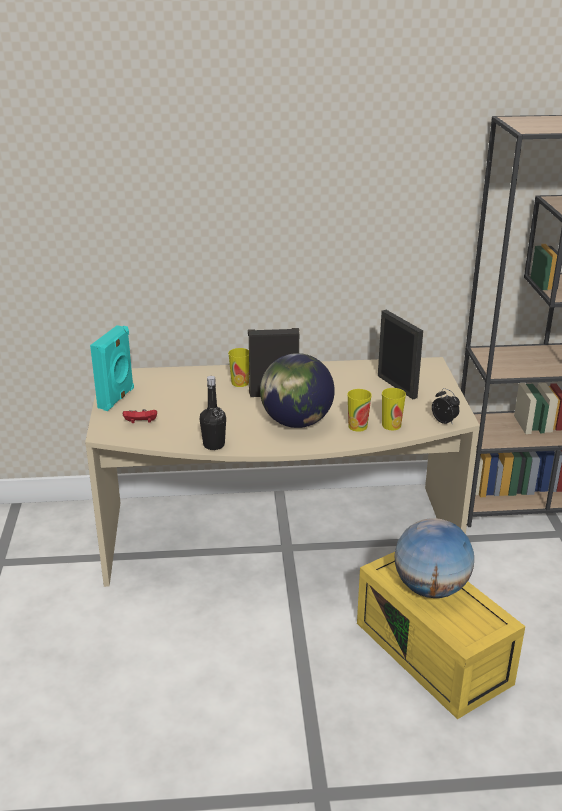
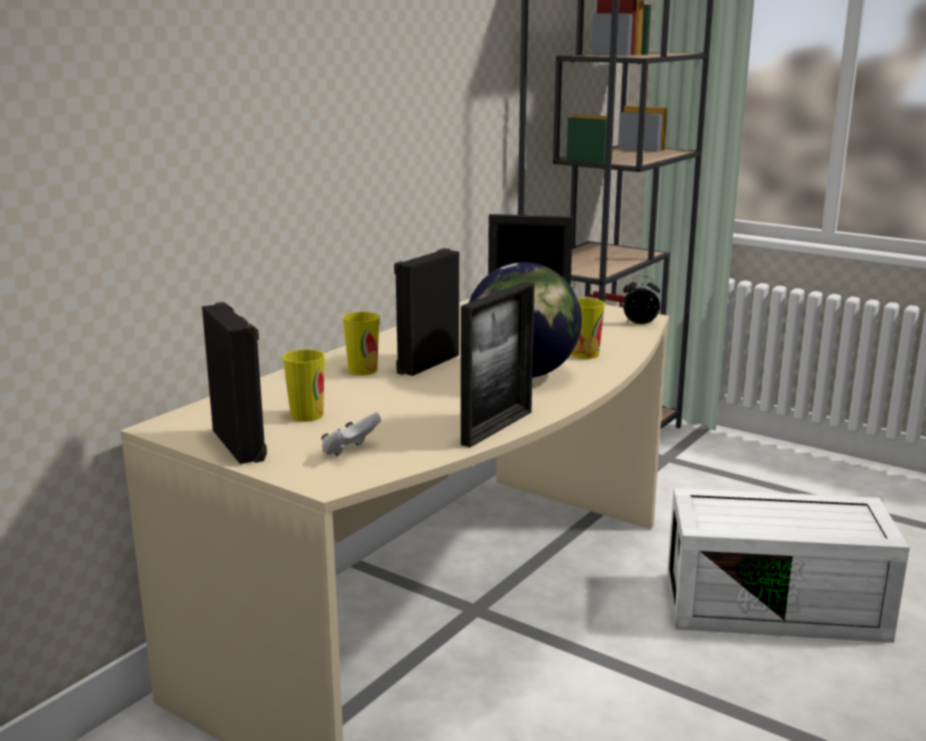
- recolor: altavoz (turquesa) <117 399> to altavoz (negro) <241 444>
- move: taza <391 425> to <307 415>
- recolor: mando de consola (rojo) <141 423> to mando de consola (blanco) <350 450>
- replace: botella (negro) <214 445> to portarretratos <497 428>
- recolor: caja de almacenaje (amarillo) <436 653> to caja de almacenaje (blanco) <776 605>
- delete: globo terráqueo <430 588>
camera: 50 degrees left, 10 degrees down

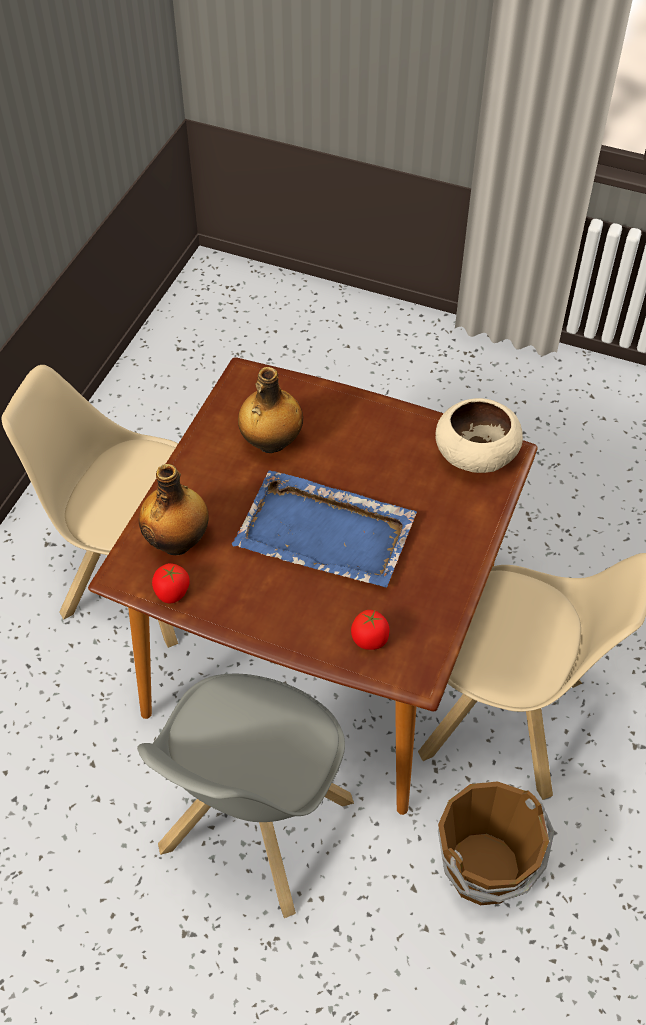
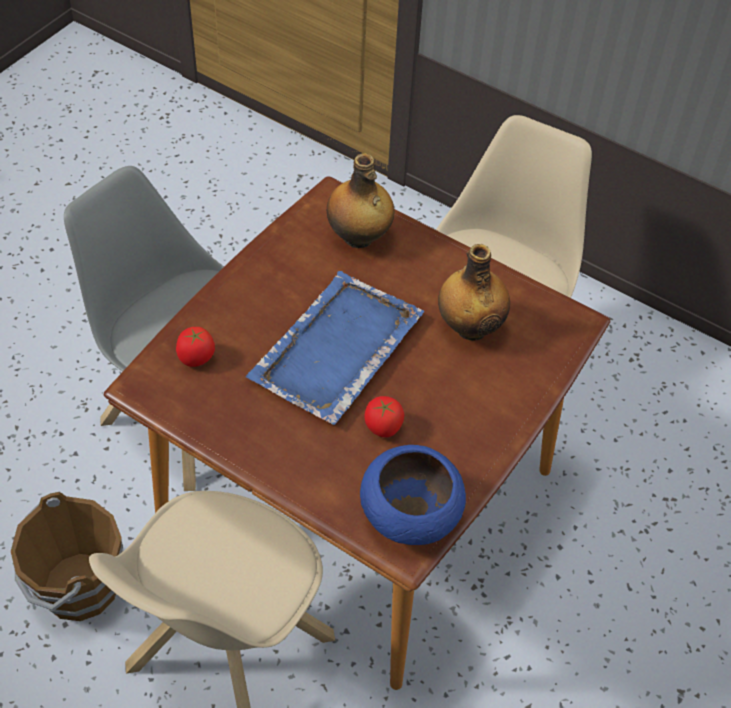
- recolor: cuenco (beis) <475 454> to cuenco (azul) <411 513>
- move: tomate <172 593> to <382 427>
camera: 100 degrees right, 0 degrees up

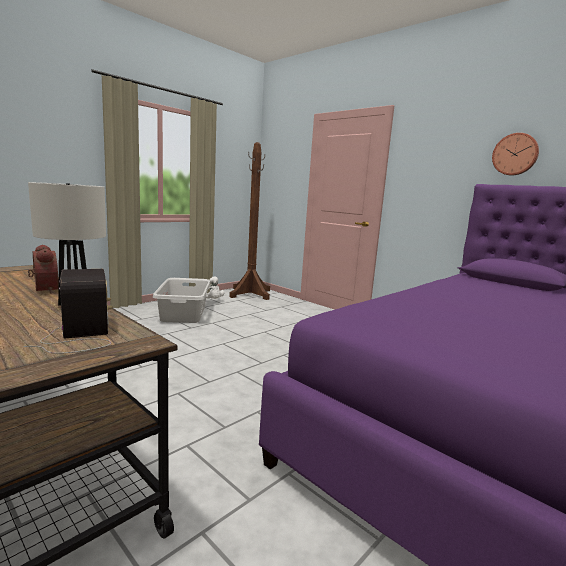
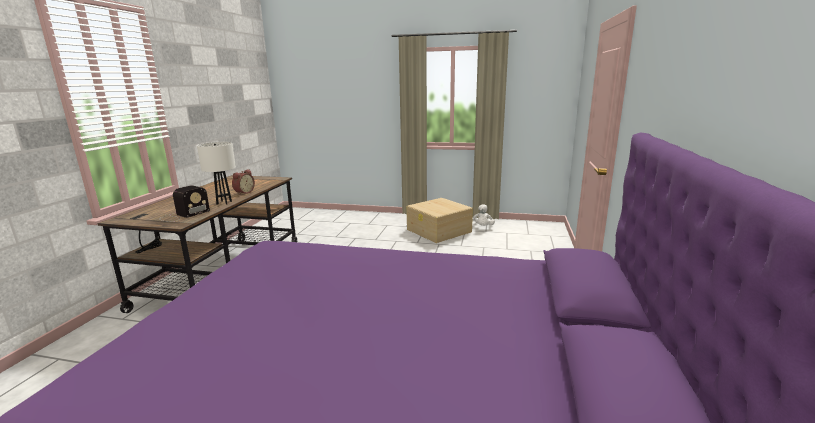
- replace: cesto de la ropa (gris) <184 313> to caja de almacenaje (beis) <439 230>
- delete: perchero (marrón) <250 294>
- delete: reloj de pared <515 154>
camera: 60 degrees right, 5 degrees up

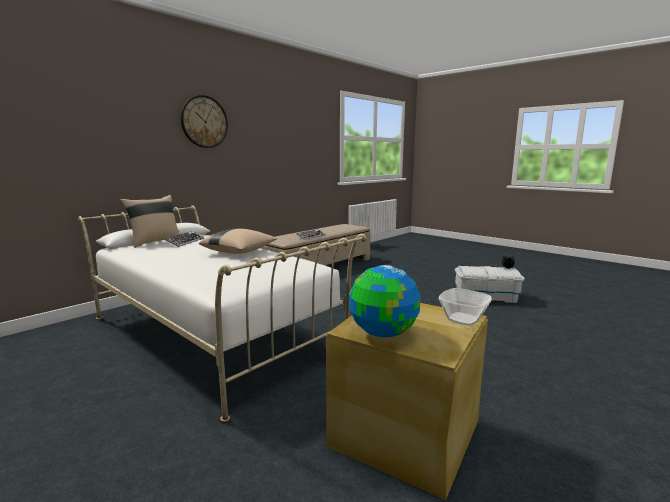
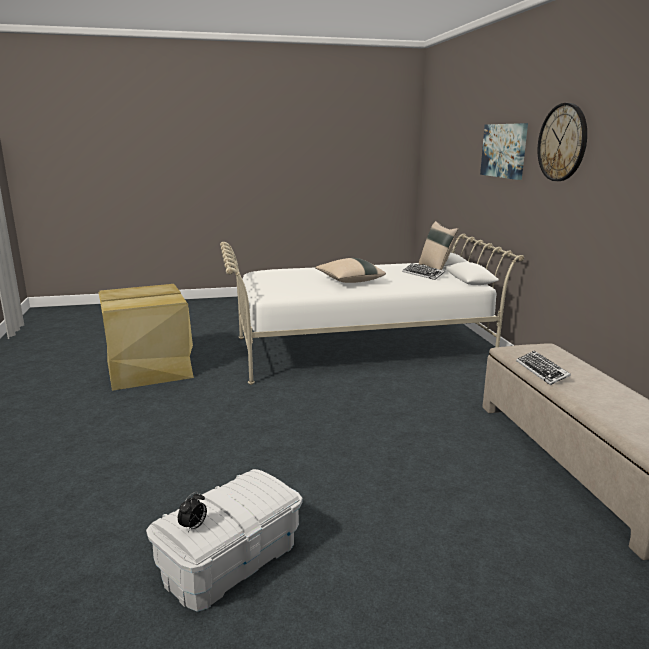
- insert: cuadro <504 150>
- delete: globo terráqueo <383 333>
- delete: cuenco <462 319>
camera: 125 degrees right, 5 degrees up

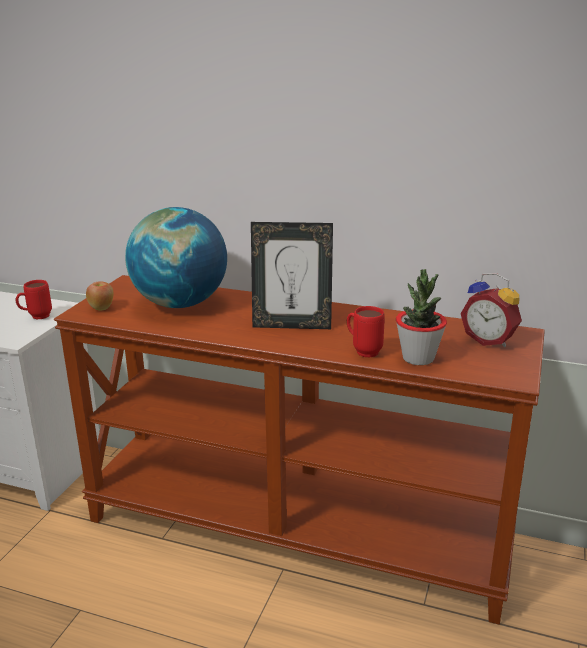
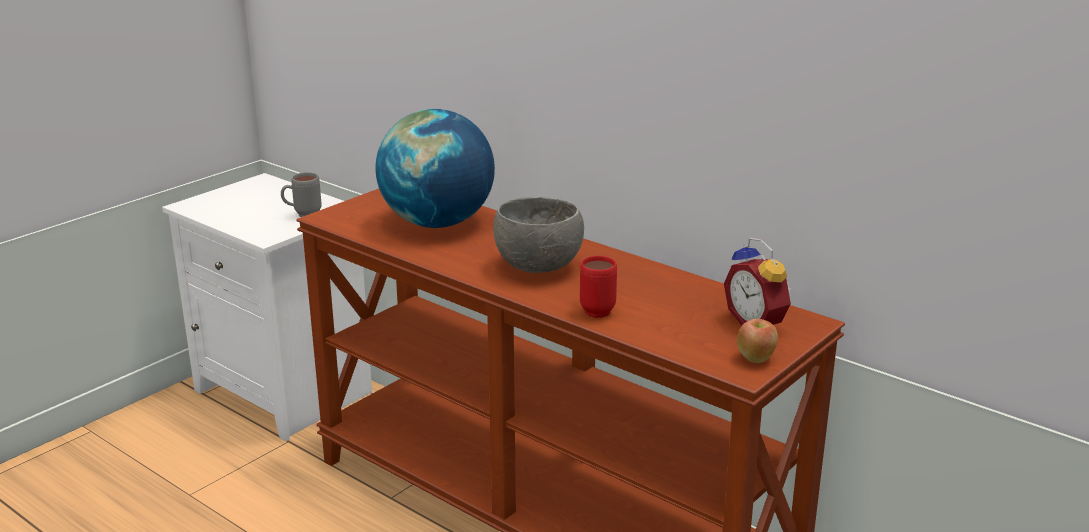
- recolor: taza grande (rojo) <36 317> to taza grande (gris) <302 215>
- replace: portarretratos <292 325> to cuenco (gris) <540 267>
- move: manzana <102 308> to <756 358>
- delete: planta en maceta <418 358>
camera: 20 degrees right, 0 degrees up

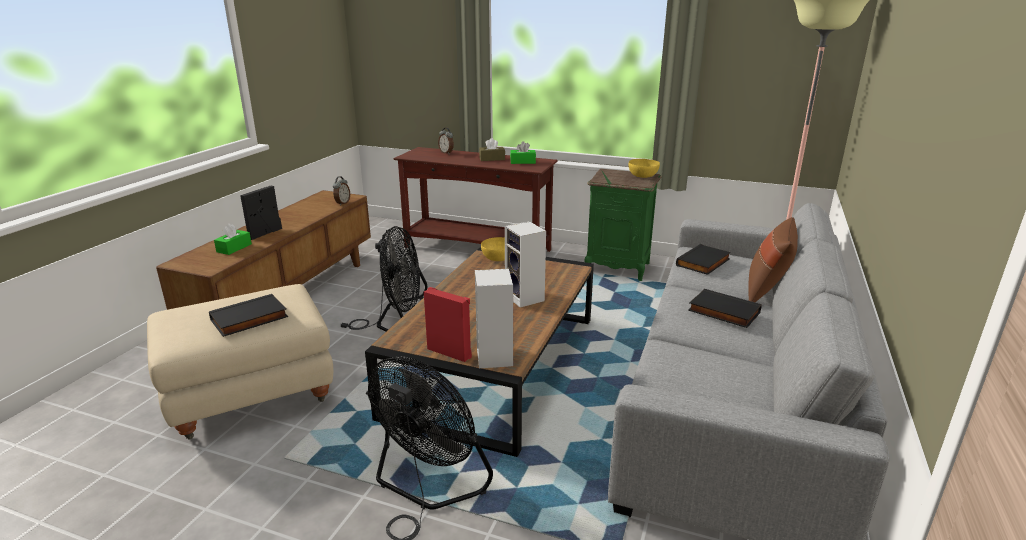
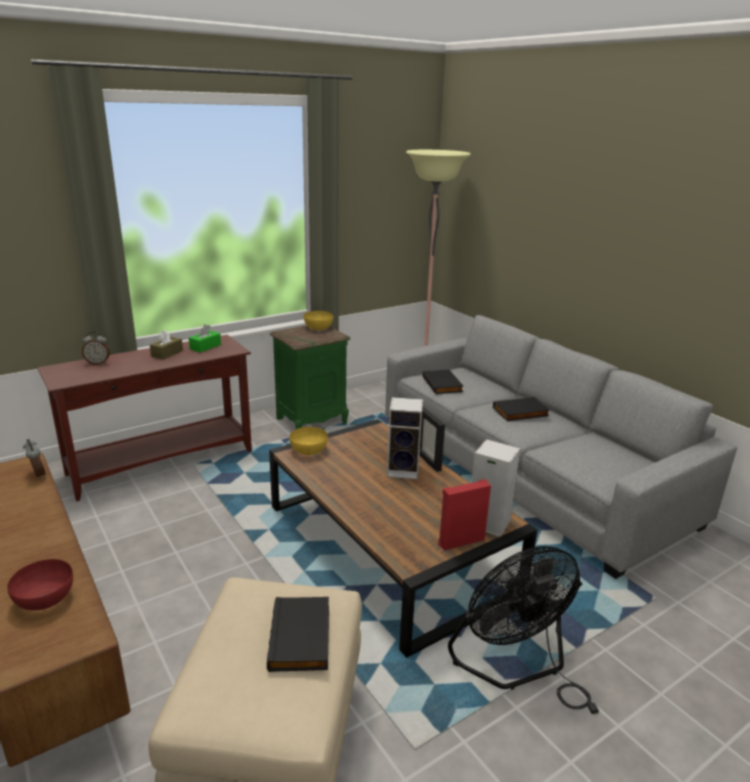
- replace: caja de pañuelos (verde) <234 248> to cuenco (rojo) <45 599>
- move: portarretratos <265 233> to <429 461>
- delete: ventilador (negro) <395 318>
- delete: cojín (marrón) <766 292>
camera: 55 degrees left, 0 degrees up

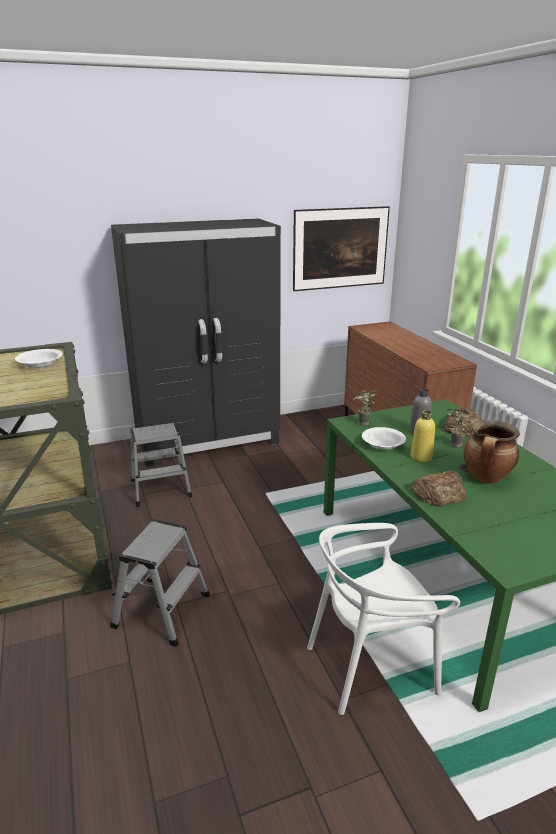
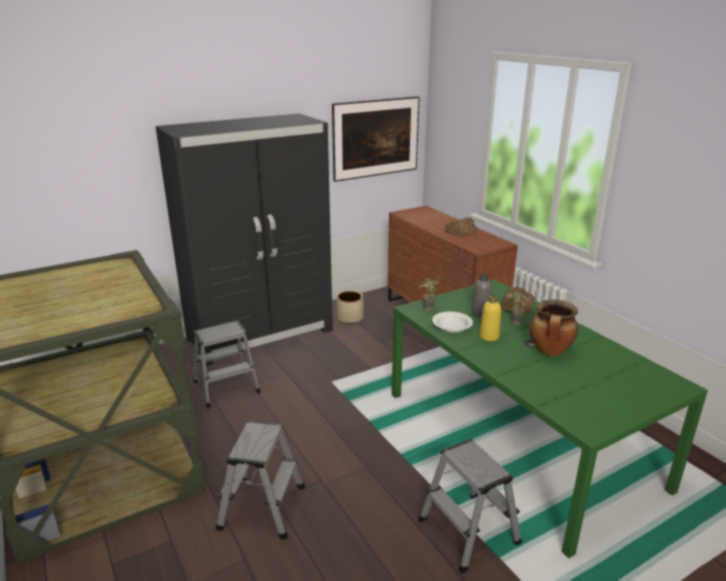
- insert: maceta (beis) <349 317>
- replace: silla (blanco) <370 665> to escalera de tijera (gris) <468 531>
- move: pan <439 493> to <461 231>
- delete: cuenco (blanco) <40 364>
camera: 10 degrees left, 0 degrees up

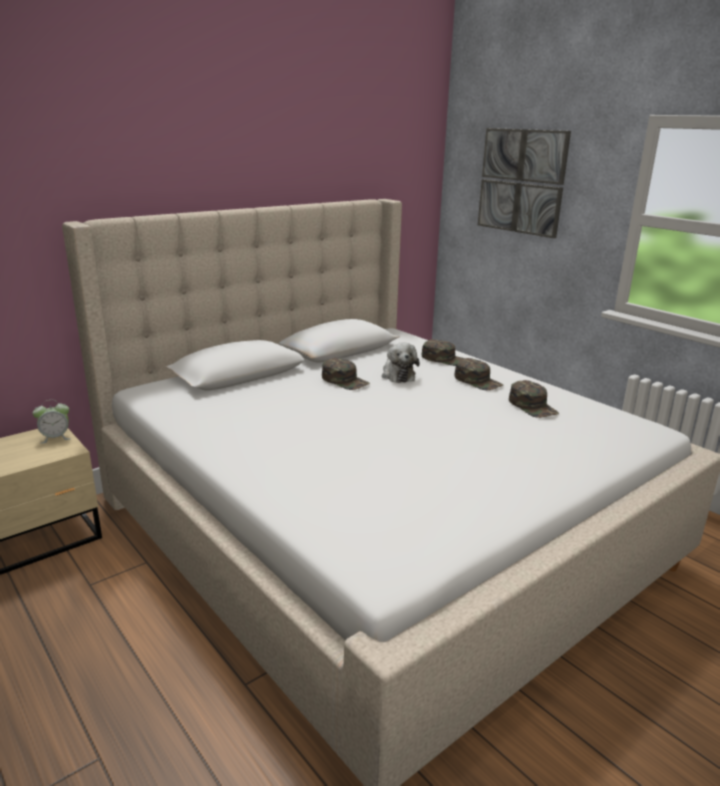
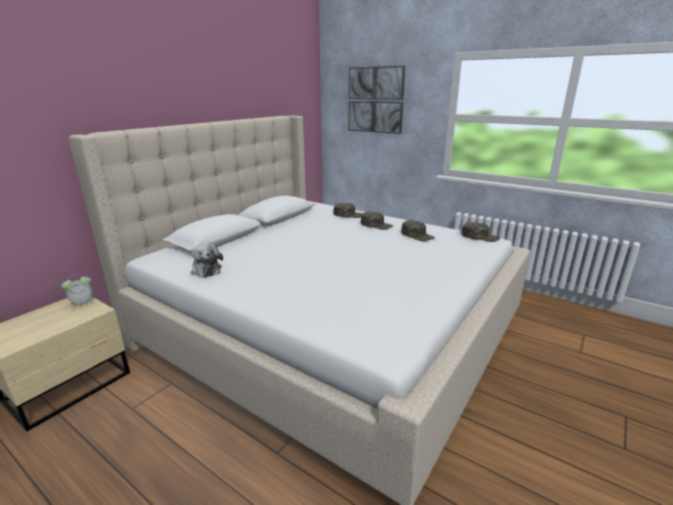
- move: peluche <397 375> to <206 269>
- move: gorra (verde) <345 381> to <480 236>
camera: 15 degrees left, 0 degrees up

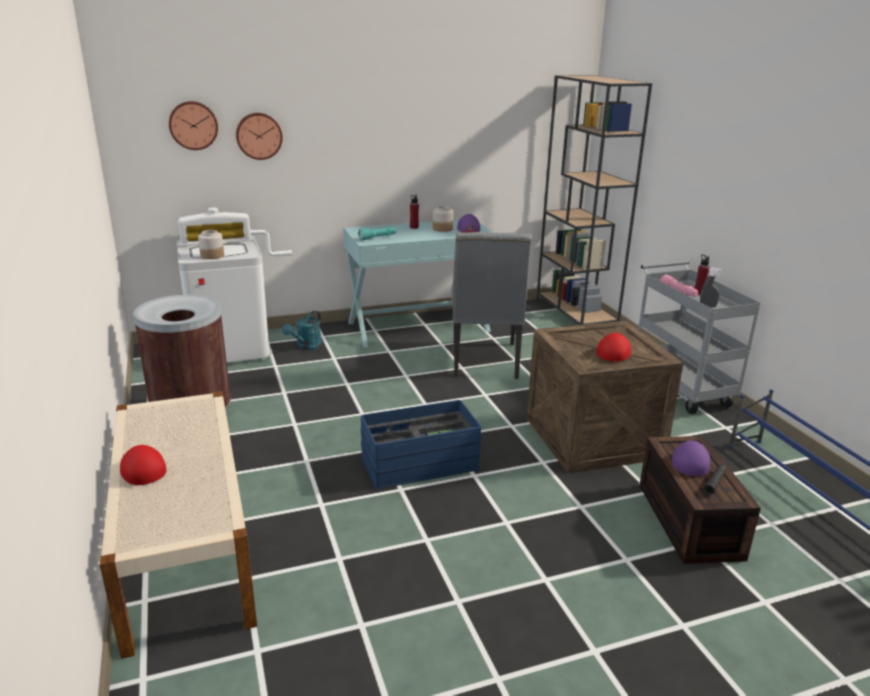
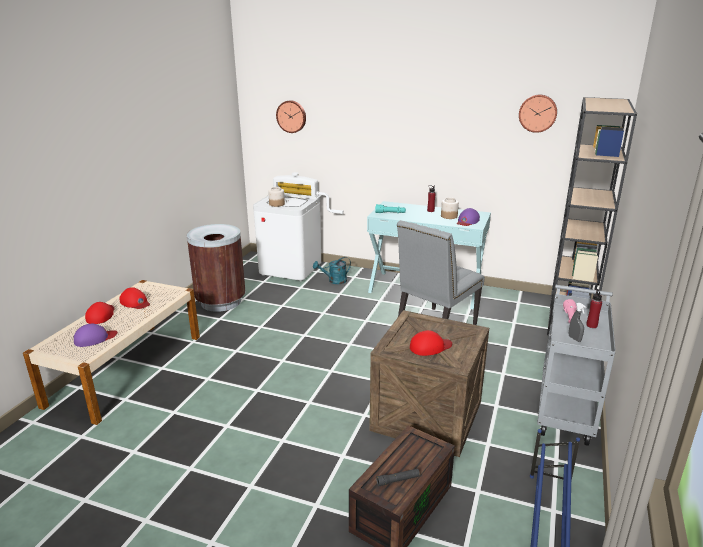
- move: gorra (morado) <690 461> to <95 338>
- insert: gorra (rojo) <135 302>
- move: reloj de pared <259 136> to <537 113>
- delete: caja de almacenaje (azul) <419 463>
camera: 40 degrees right, 0 degrees up

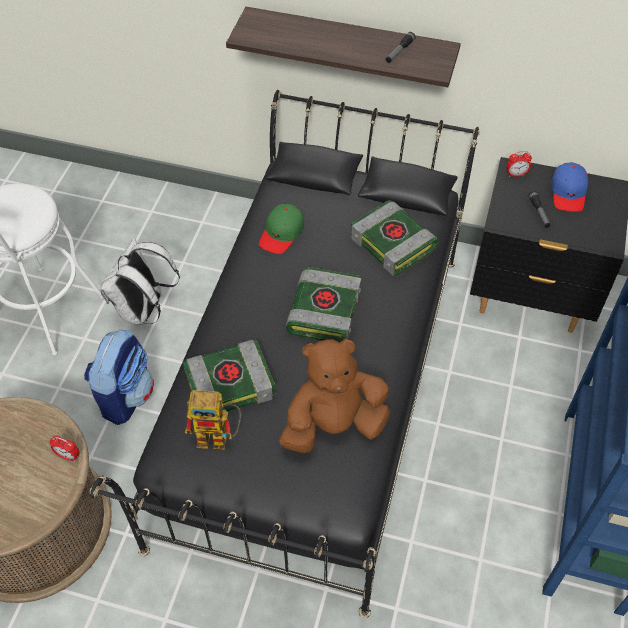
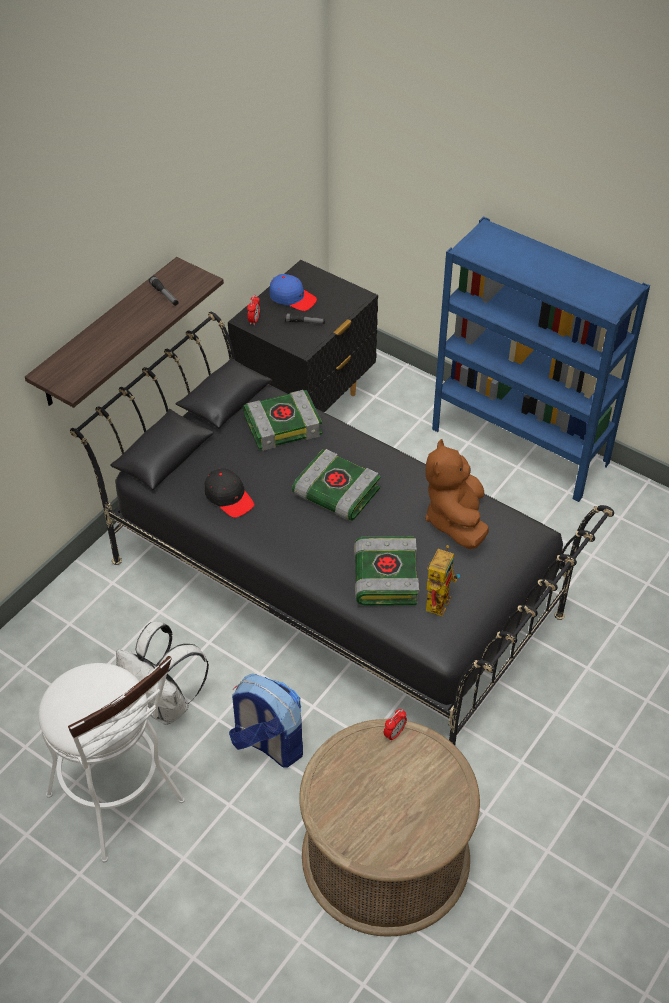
- recolor: gorra (verde) <281 233> to gorra (negro) <229 497>
camera: 70 degrees left, 5 degrees down

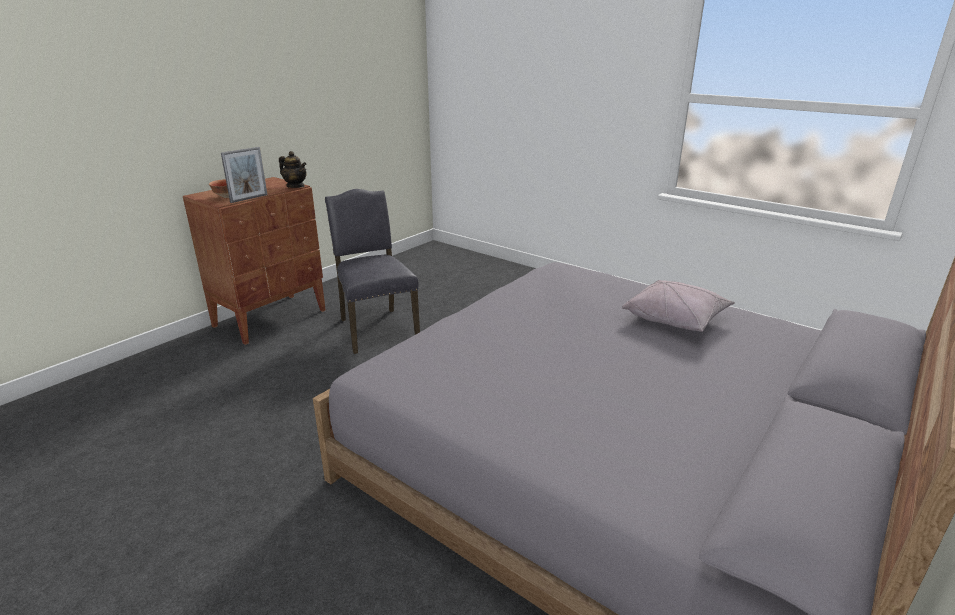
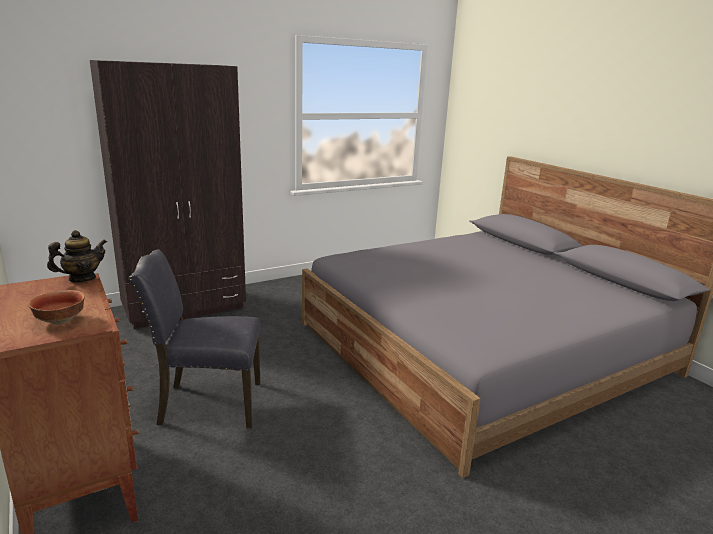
- insert: armario ropero (marrón) <185 308>
- delete: portarretratos <249 198>
- delete: cojín (morado) <675 319>
camera: 70 degrees left, 5 degrees down

